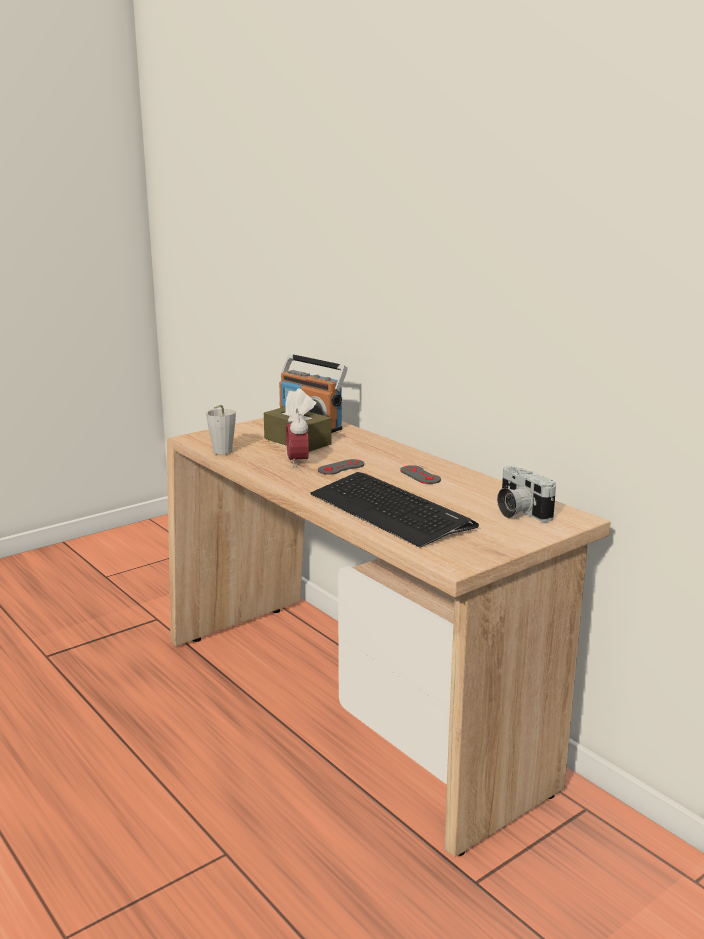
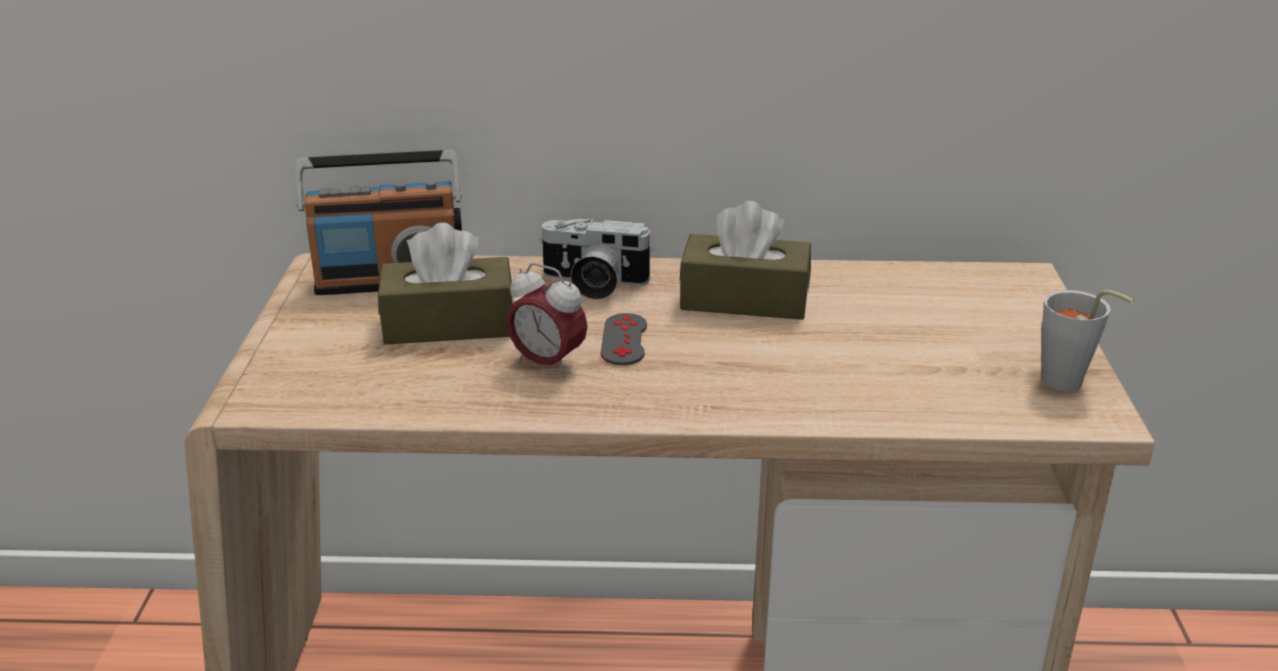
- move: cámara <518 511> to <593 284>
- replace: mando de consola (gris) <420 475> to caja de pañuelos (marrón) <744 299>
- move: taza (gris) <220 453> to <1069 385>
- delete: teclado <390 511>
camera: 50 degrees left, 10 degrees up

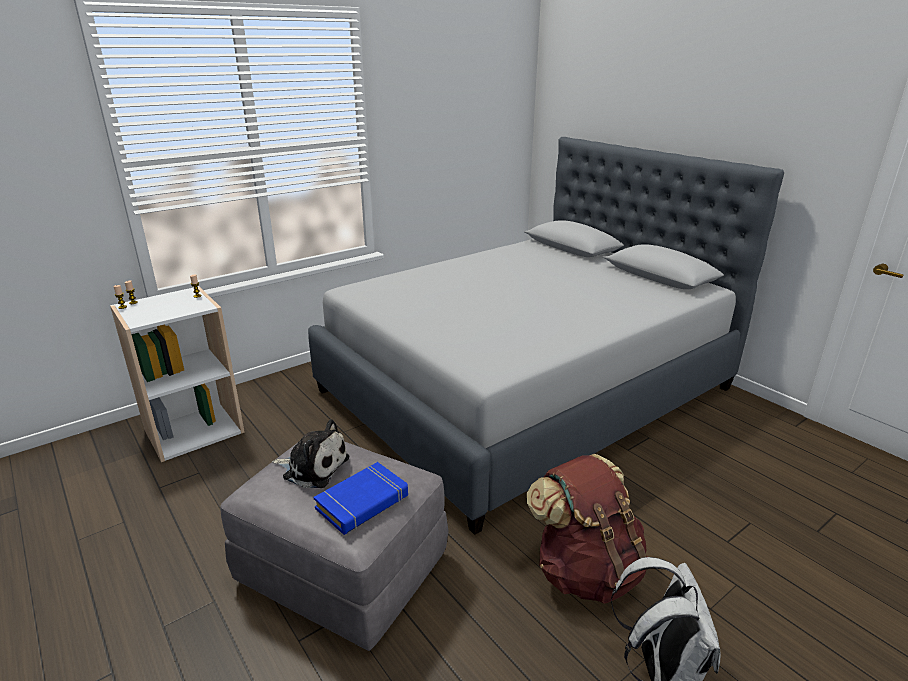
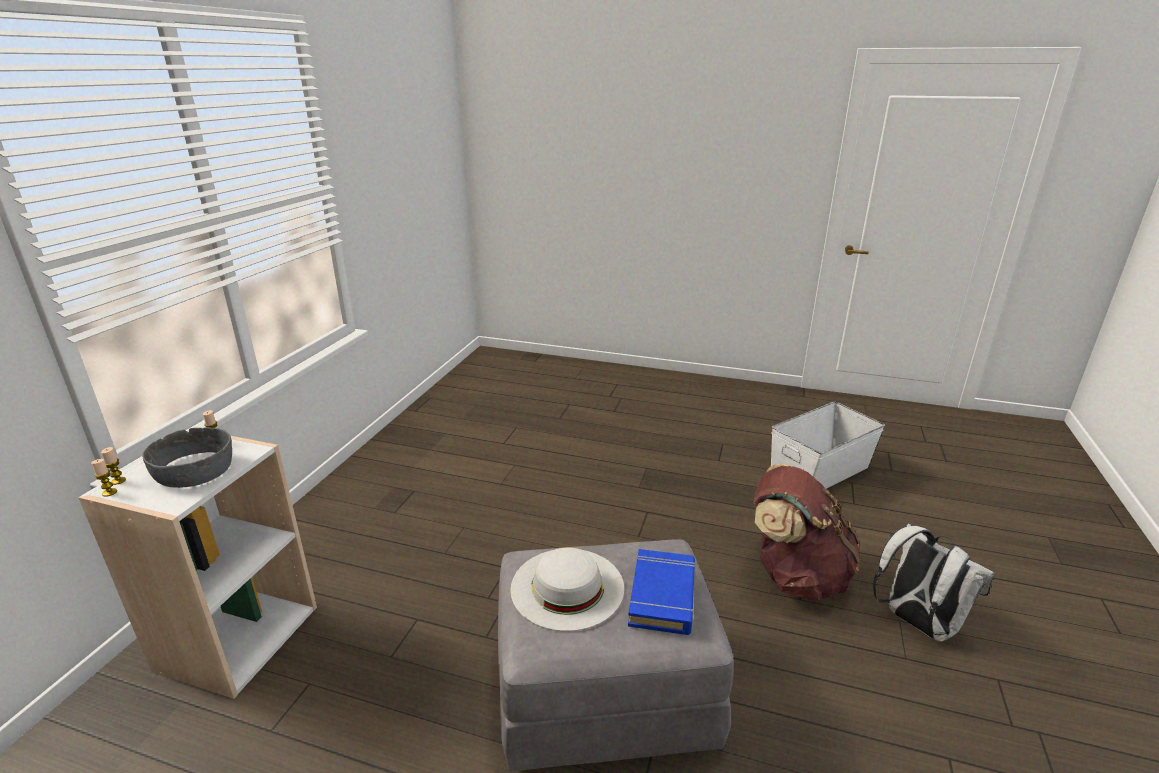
- insert: cuenco (gris) <195 470>
- replace: peluche <313 467> to sombrero (blanco) <567 587>
- insert: caja de almacenaje (blanco) <820 472>
- delete: cama (gris) <525 389>
camera: 35 degrees left, 0 degrees up

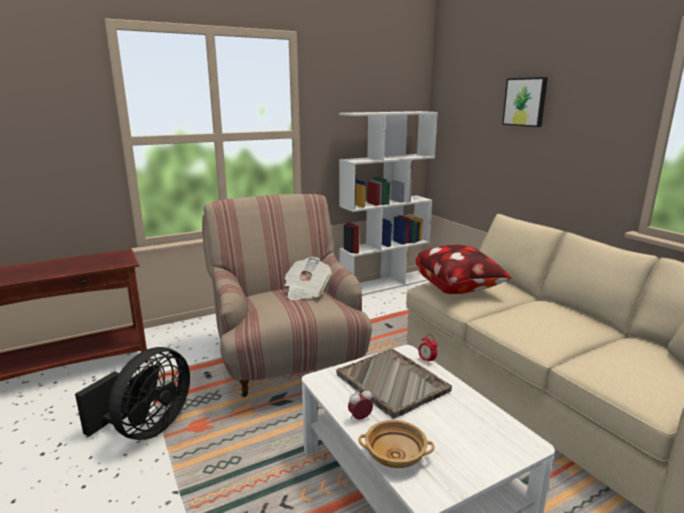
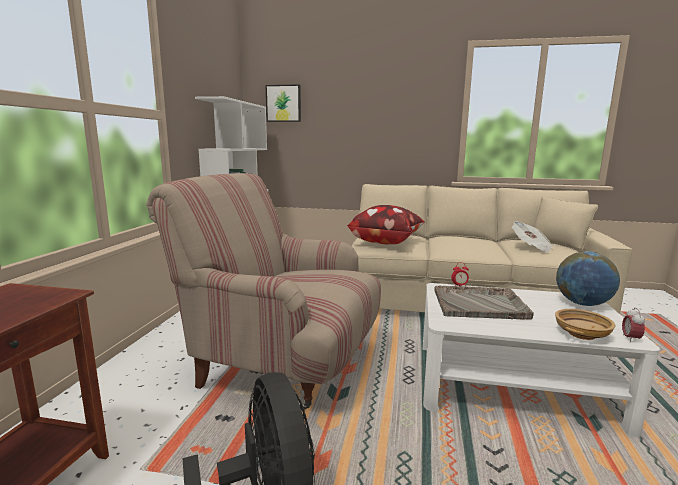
- move: cuadro <525 102> to <283 103>
- move: periódico <306 291> to <531 247>
- insert: globo terráqueo <582 303>
- move: despertador <360 418> to <630 339>
camera: 50 degrees left, 5 degrees down

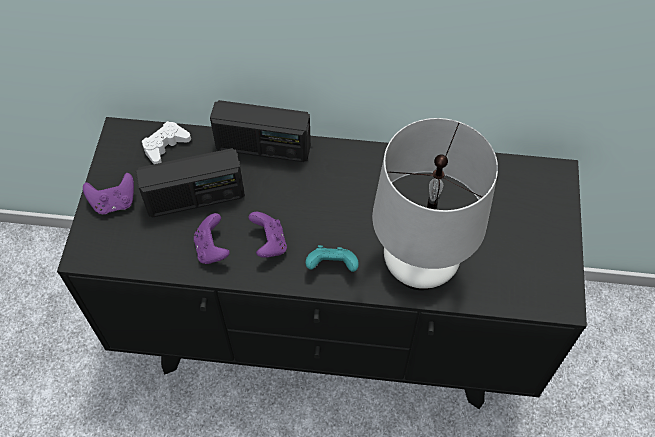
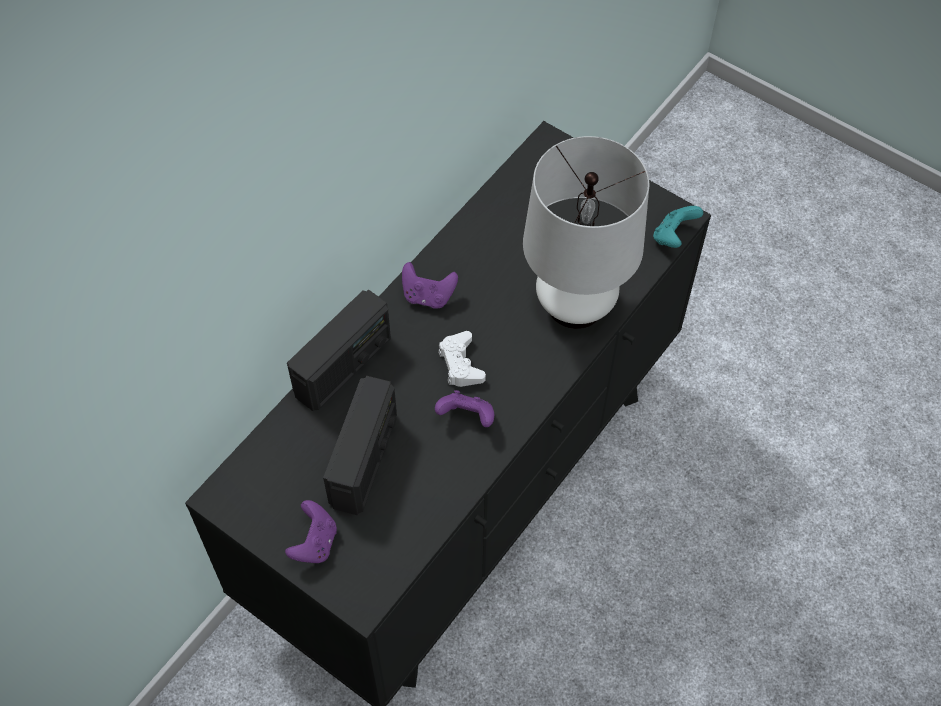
- move: mando de consola (morado) <212 249> to <428 296>
- move: mando de consola (blanco) <165 146> to <460 364>
- move: mando de consola (turquesa) <332 266> to <673 236>
camera: 60 degrees left, 0 degrees up

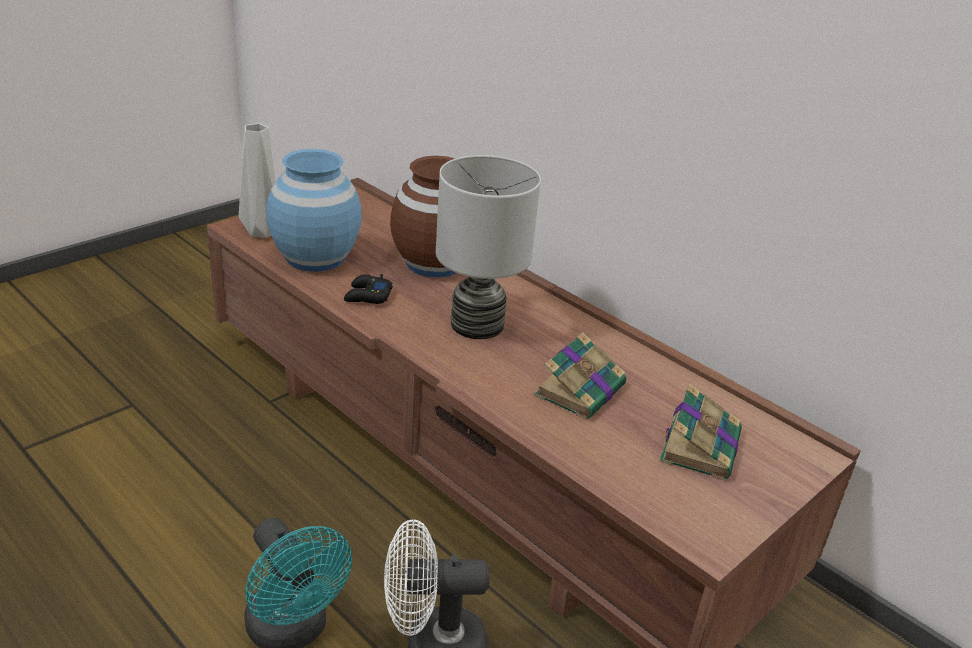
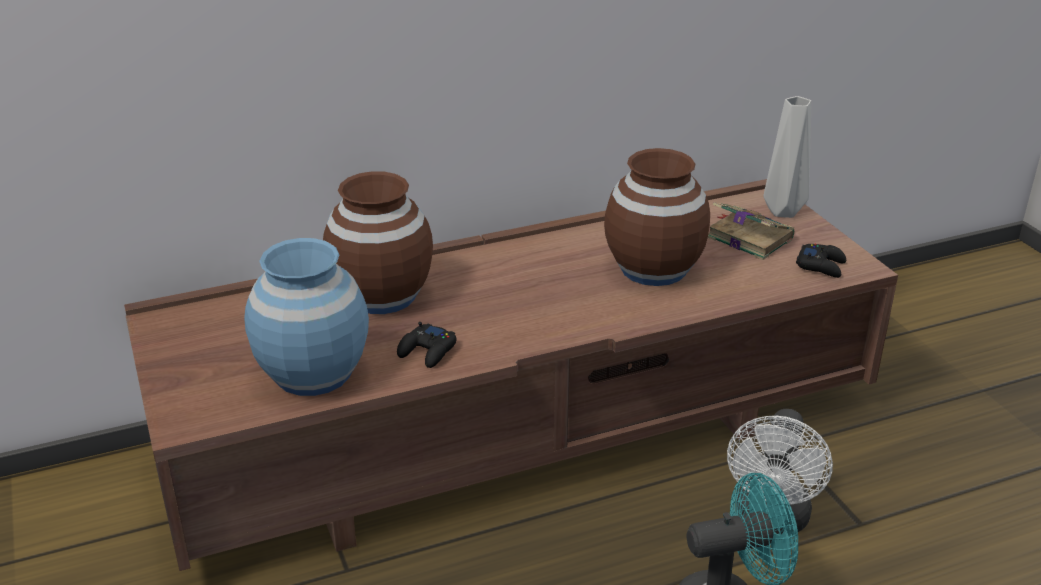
- replace: libro <581 390> to florero (marrón) <654 268>
- move: florero (gris) <263 232> to <781 211>
- insert: mando de consola (negro) <821 266>
- delete: lámpara de mesa (gris) <477 325>
camera: 65 degrees left, 0 degrees up

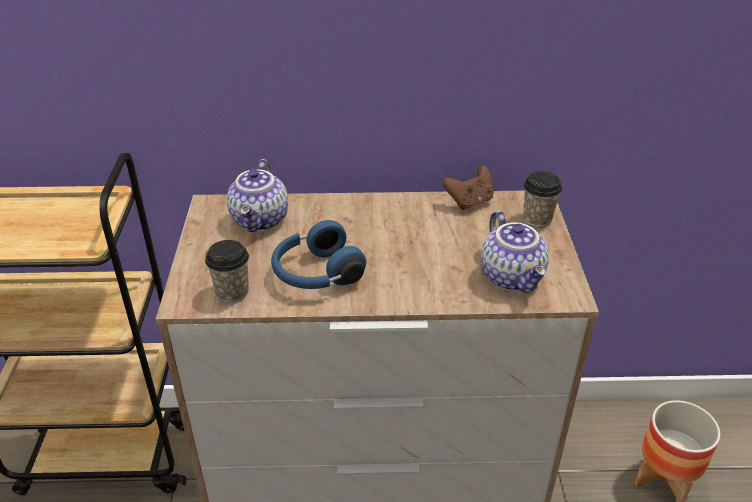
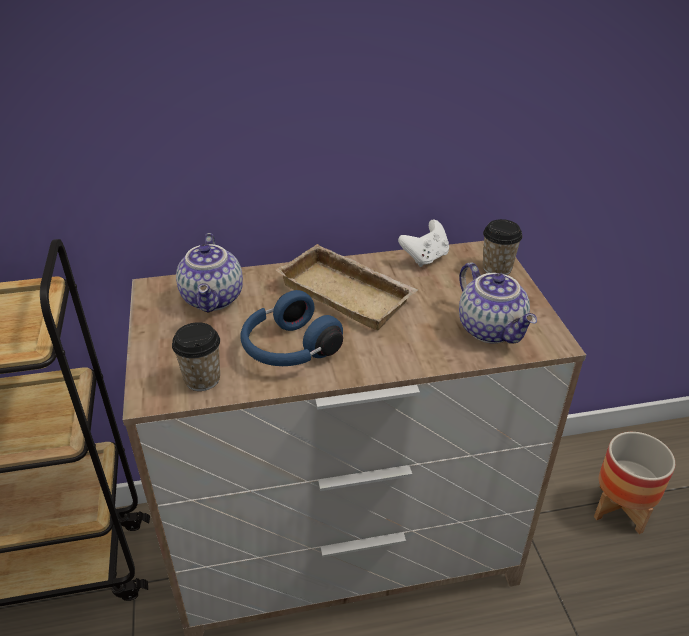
- insert: bandeja (beis) <349 293>
- recolor: mando de consola (marrón) <469 201> to mando de consola (blanco) <425 258>
camera: 10 degrees left, 0 degrees up

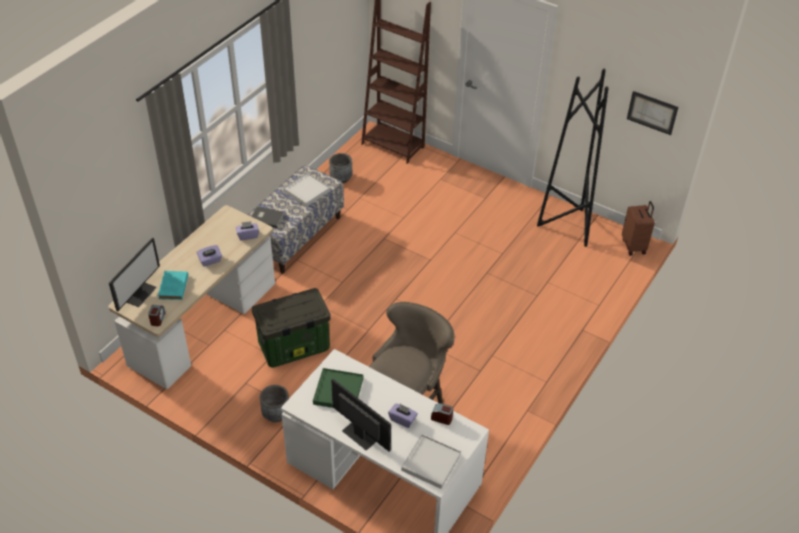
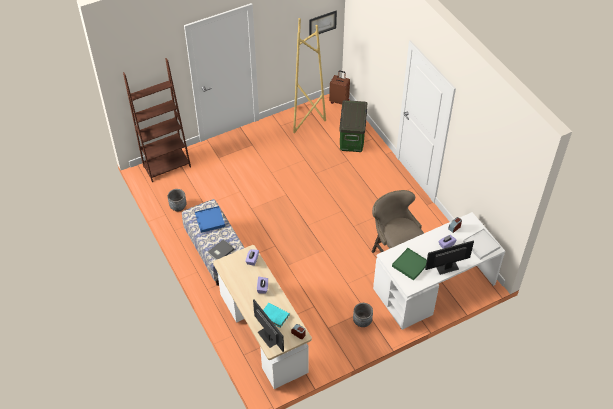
- recolor: bandeja (blanco) <306 191> to bandeja (azul) <210 220>
- recolor: perchero (negro) <568 227> to perchero (amarillo) <305 120>
- move: caja de almacenaje <293 348> to <352 139>
camera: 60 degrees left, 5 degrees up

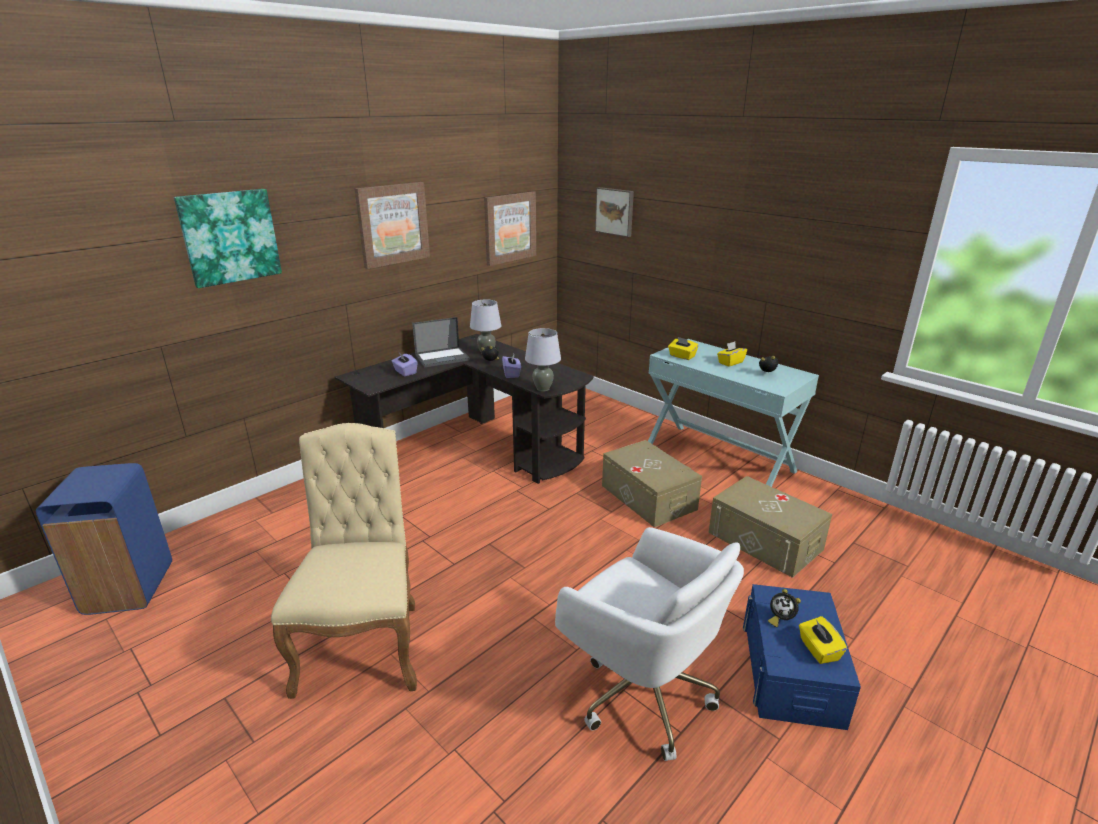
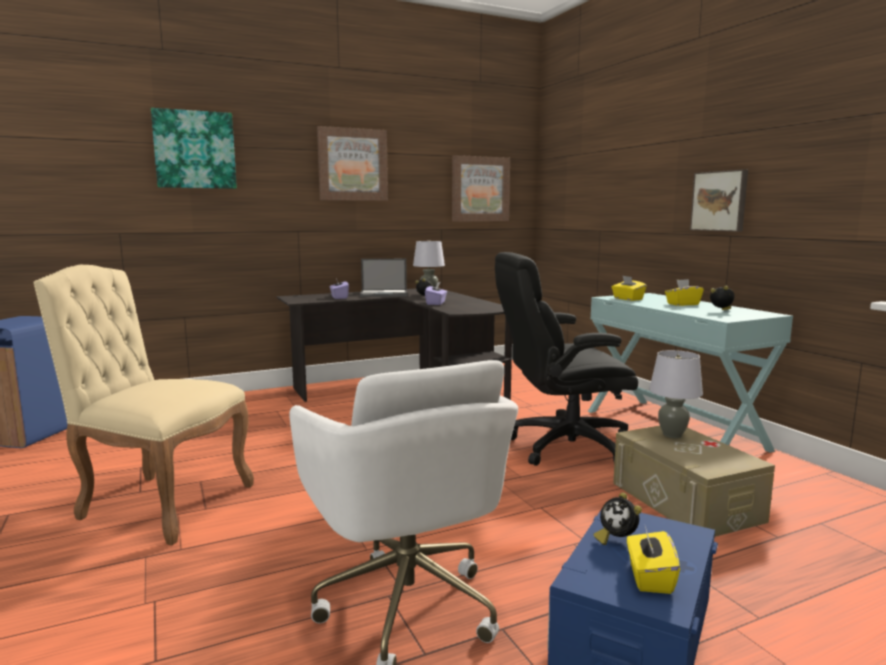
- rotate: silla (beis) <364 645> = <161 503> 90 degrees counterclockwise
- replace: caja de almacenaje (beis) <648 497> to silla de oficina (negro) <560 446>
- move: lámpara de mesa (gris) <543 388> to <672 435>
- move: cuadro <615 211> to <720 201>
camera: 20 degrees right, 15 degrees down

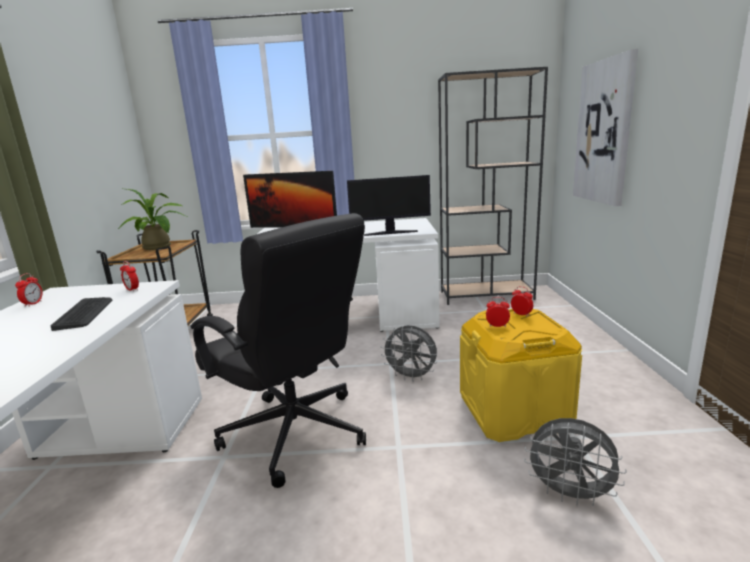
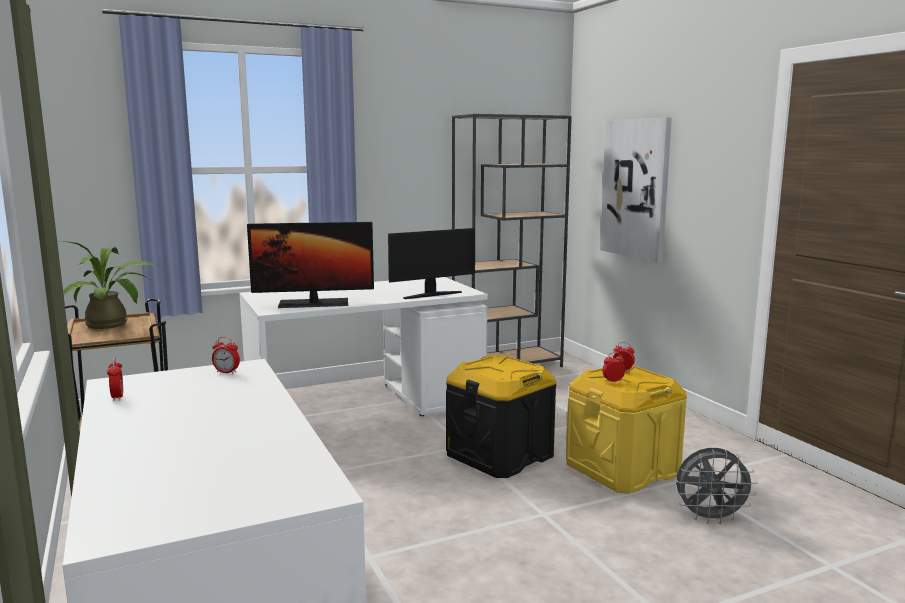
- replace: ventilador (gris) <411 377> to caja de almacenaje (negro) <500 455>
- delete: teclado <85 313>
- delete: silla de oficina (negro) <295 431>
camera: 25 degrees left, 5 degrees down

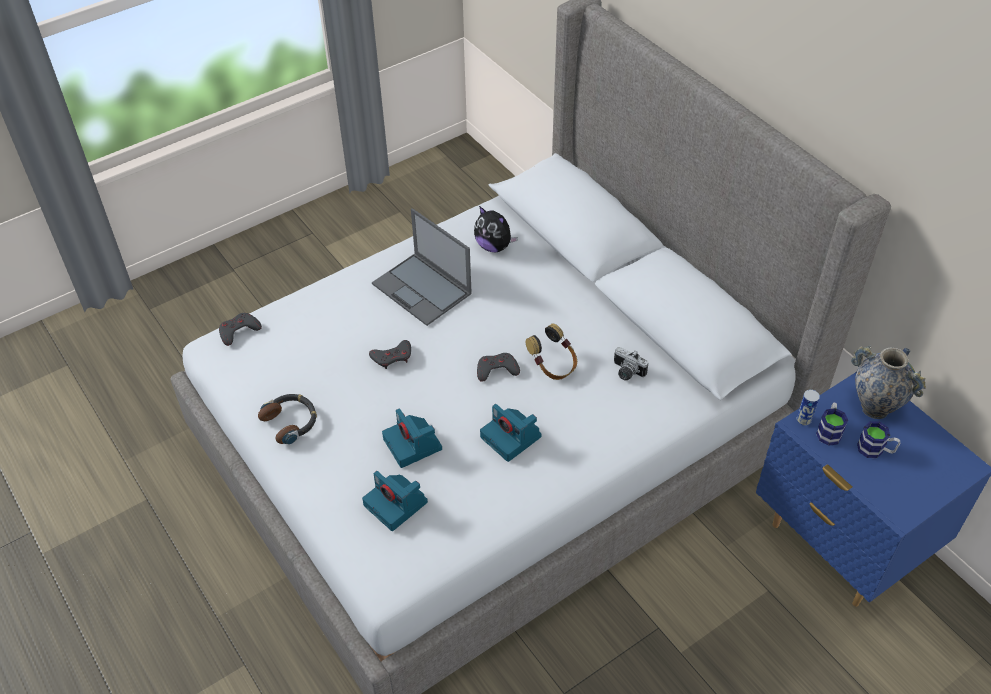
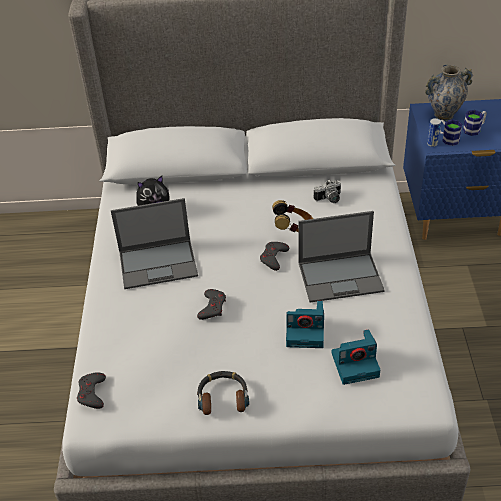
- replace: cámara <512 437> to portátil <341 276>
camera: 55 degrees left, 5 degrees down

